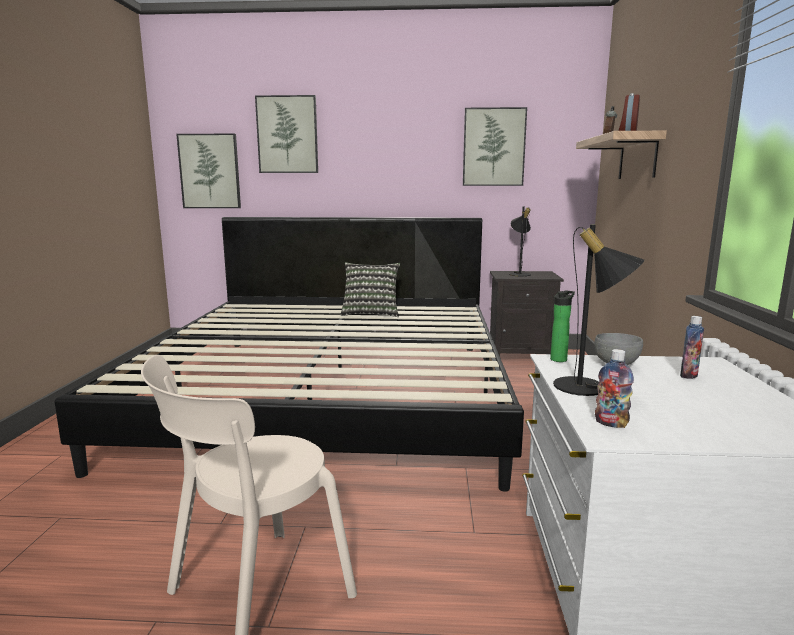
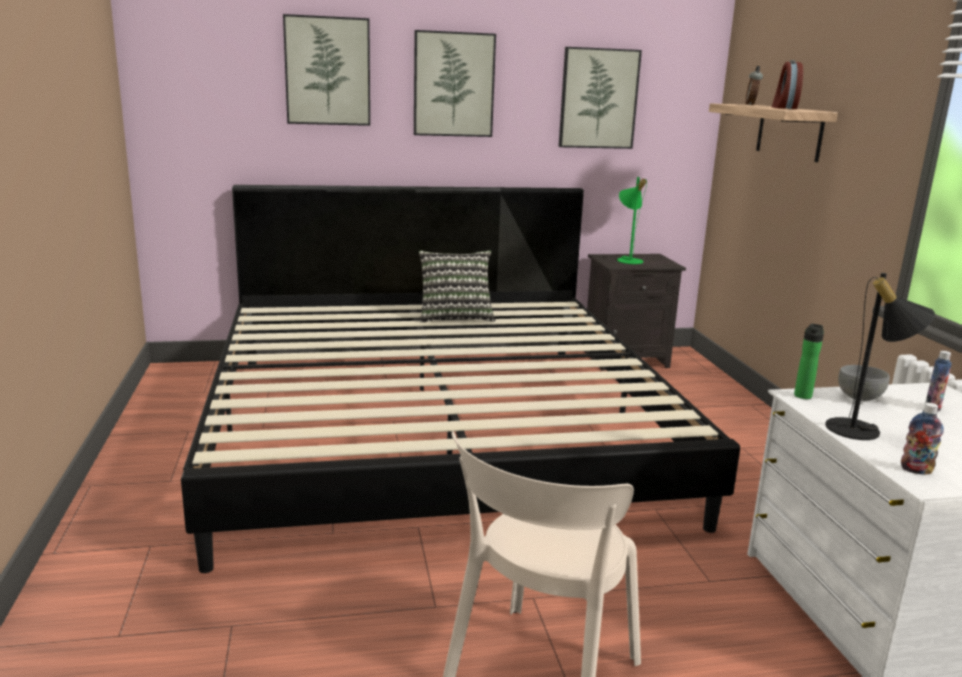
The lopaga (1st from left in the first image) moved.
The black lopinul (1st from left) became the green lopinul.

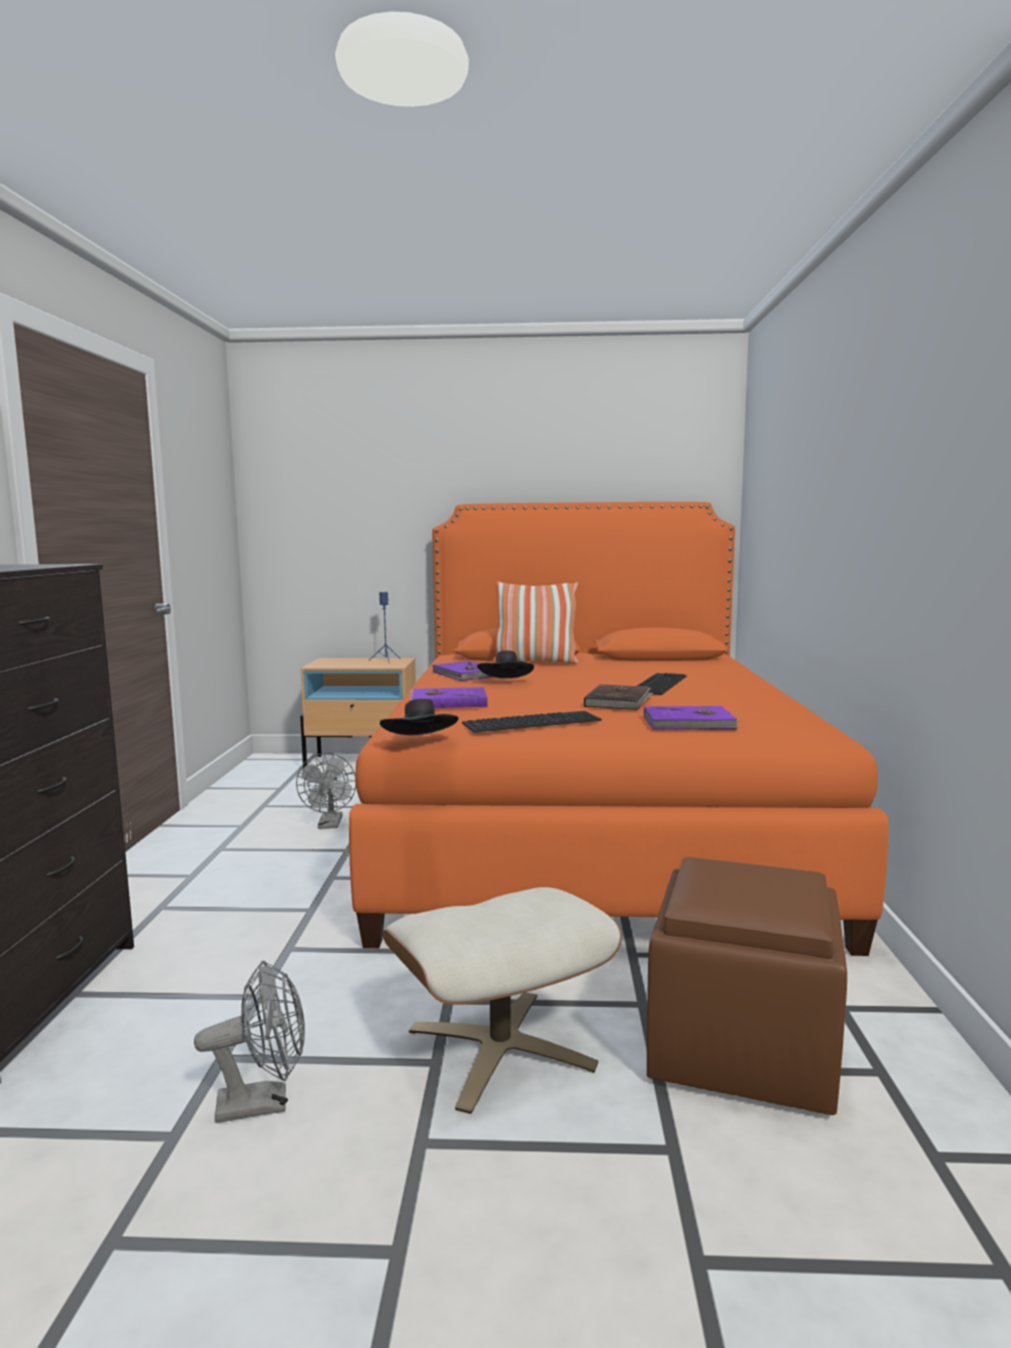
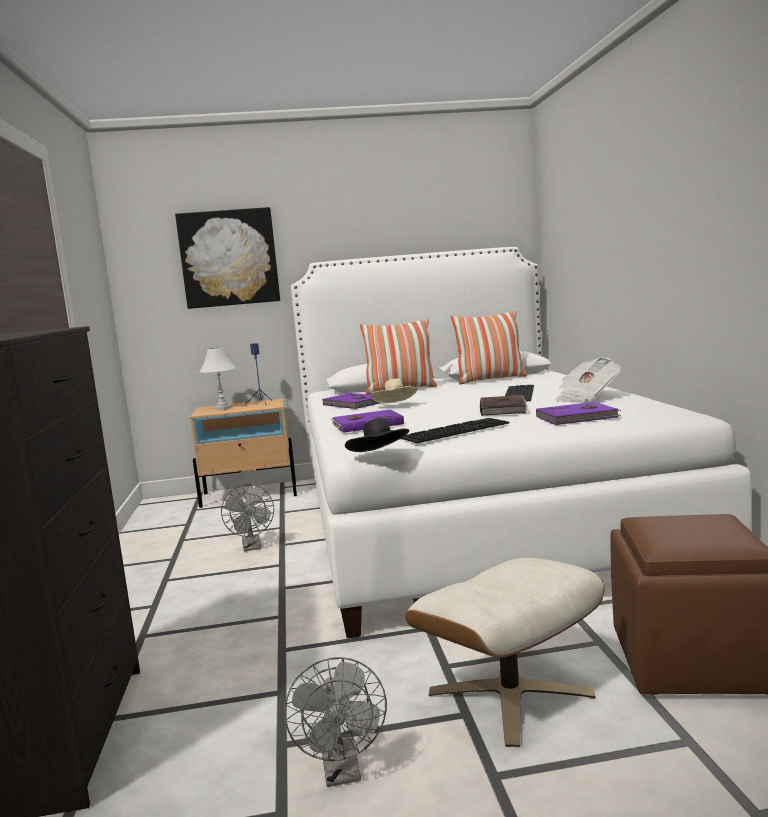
The lopaga appeared.
The white lopinul appeared.
The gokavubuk (2nd from left) appeared.
The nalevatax appeared.
The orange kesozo became the white kesozo.
The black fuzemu (2nd from left) became the beige fuzemu.
The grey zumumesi (1st from left in the first image) turned 105 degrees clockwise.

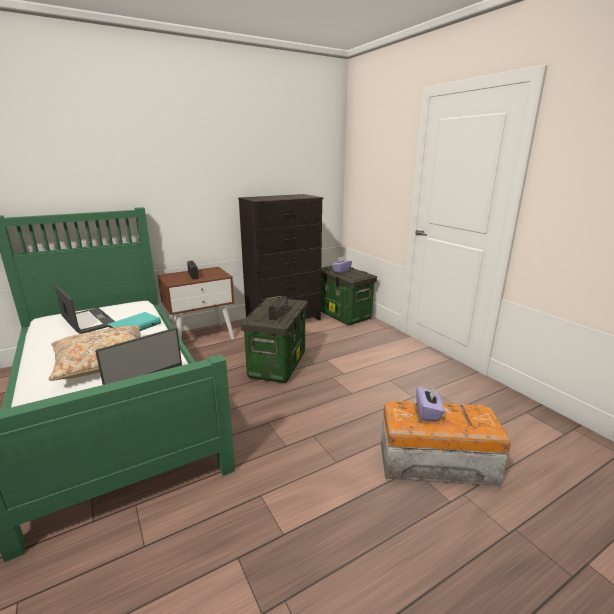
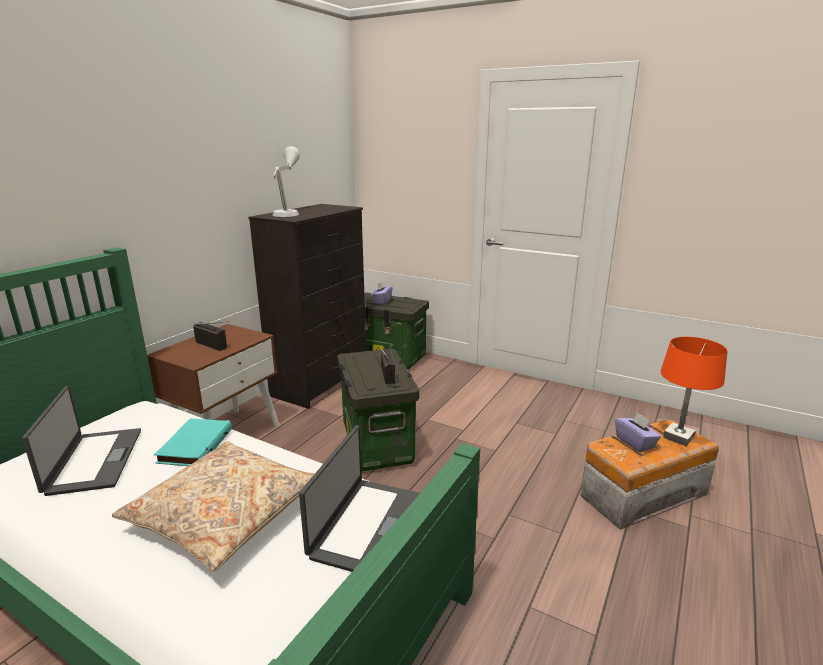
The grey lopinul appeared.
The orange lopinul appeared.
The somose (1st from left) turned 60 degrees clockwise.

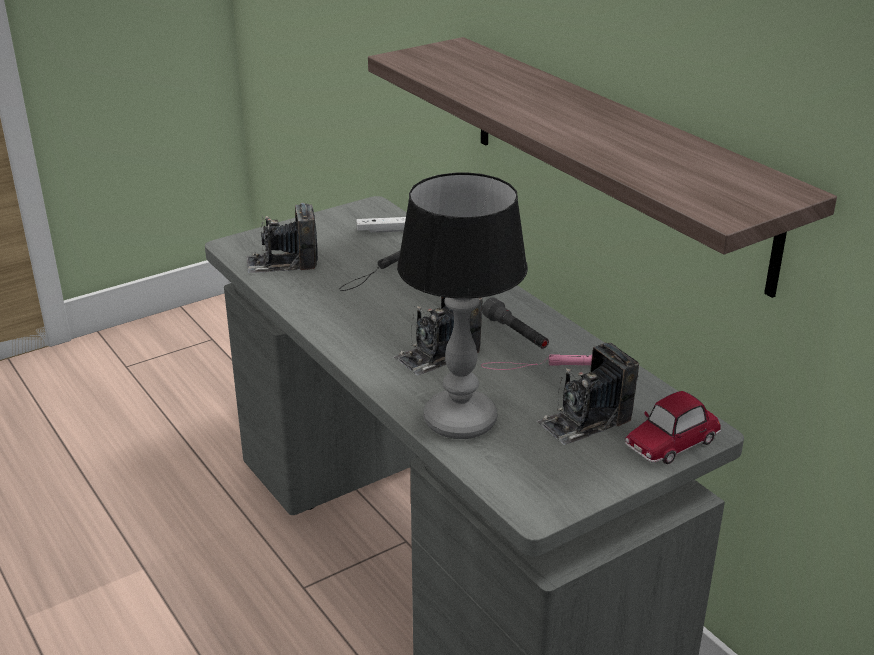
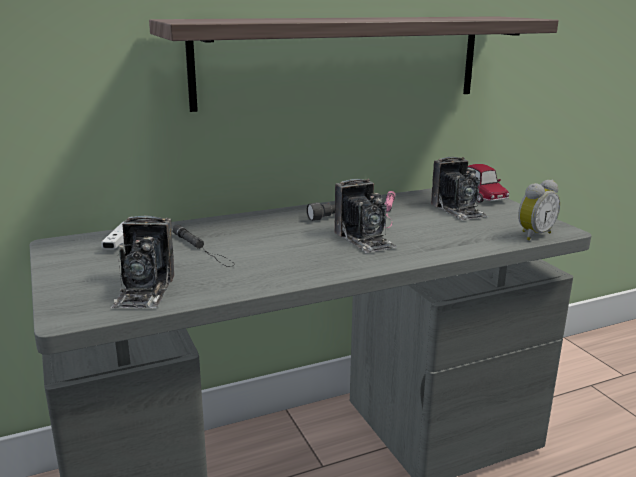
The lopinul disappeared.
The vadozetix appeared.

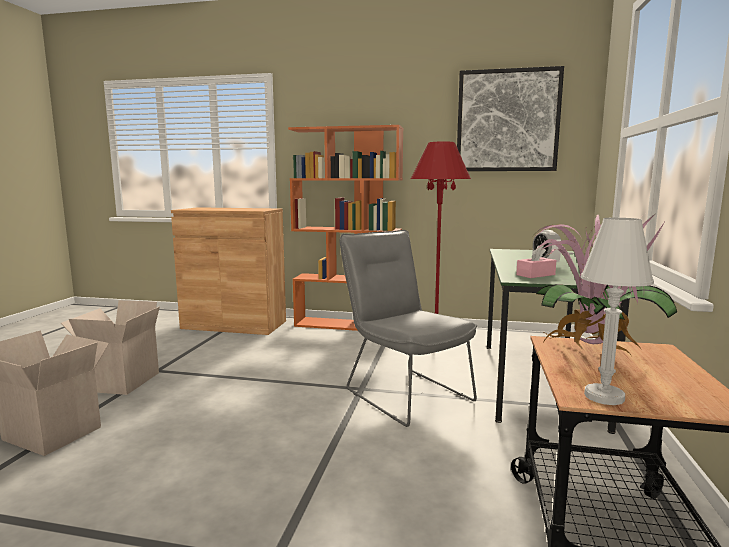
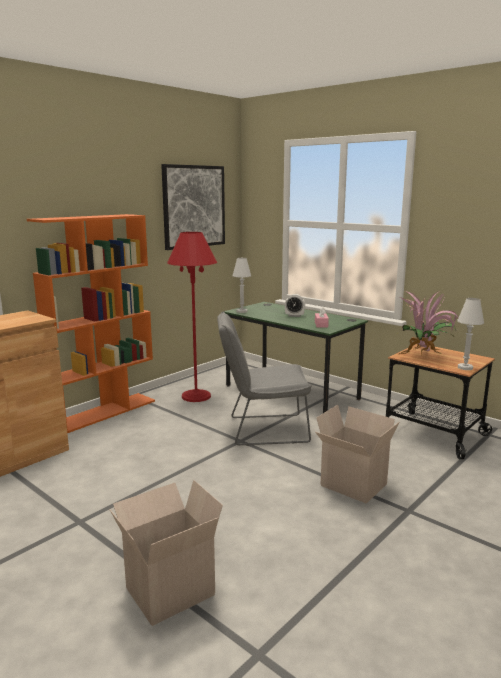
The white lopinul (1st from left) appeared.
The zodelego (2nd from left) moved.

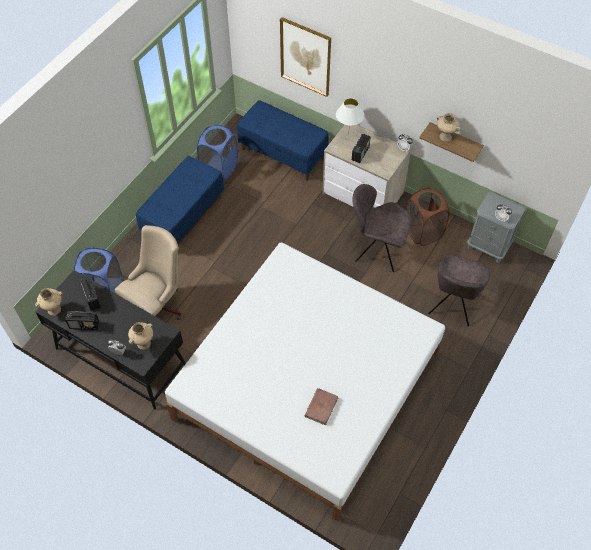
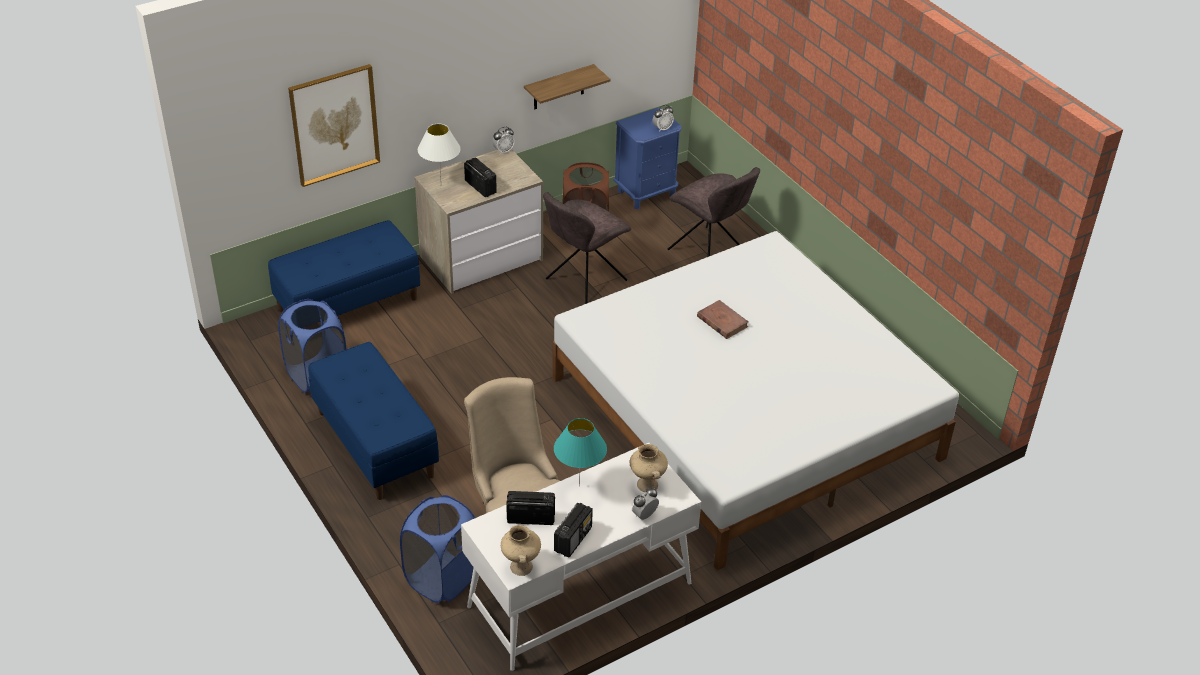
The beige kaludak (3rd from left) disappeared.
The turquoise lopinul appeared.
The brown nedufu moved.
The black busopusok became the white busopusok.
The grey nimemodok became the blue nimemodok.

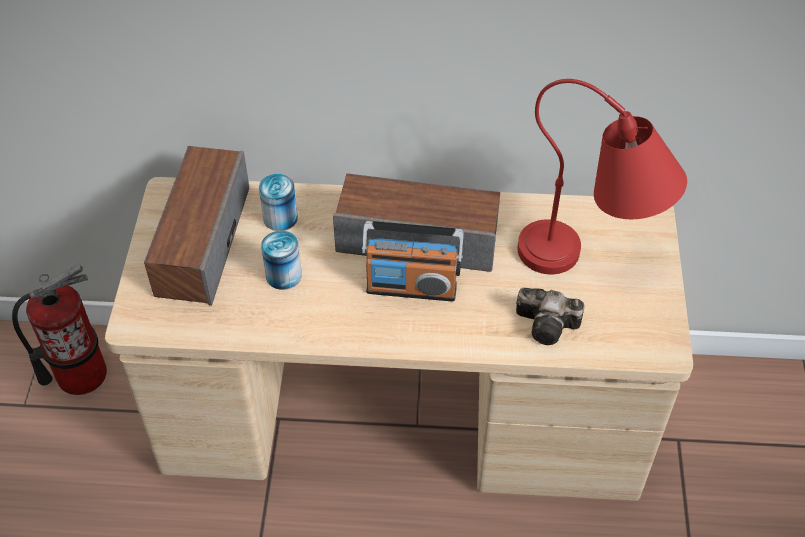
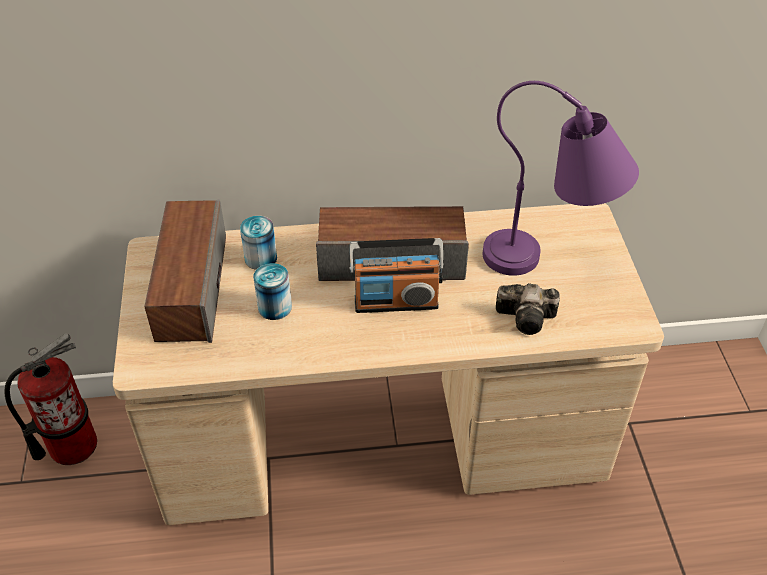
The red lopinul became the purple lopinul.

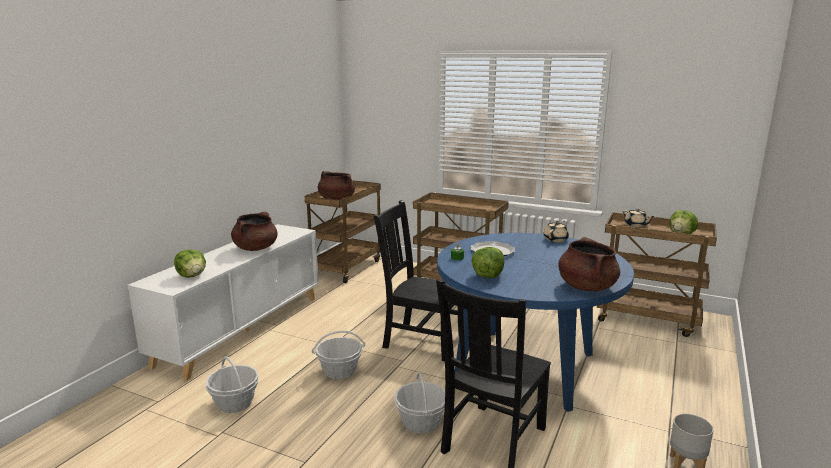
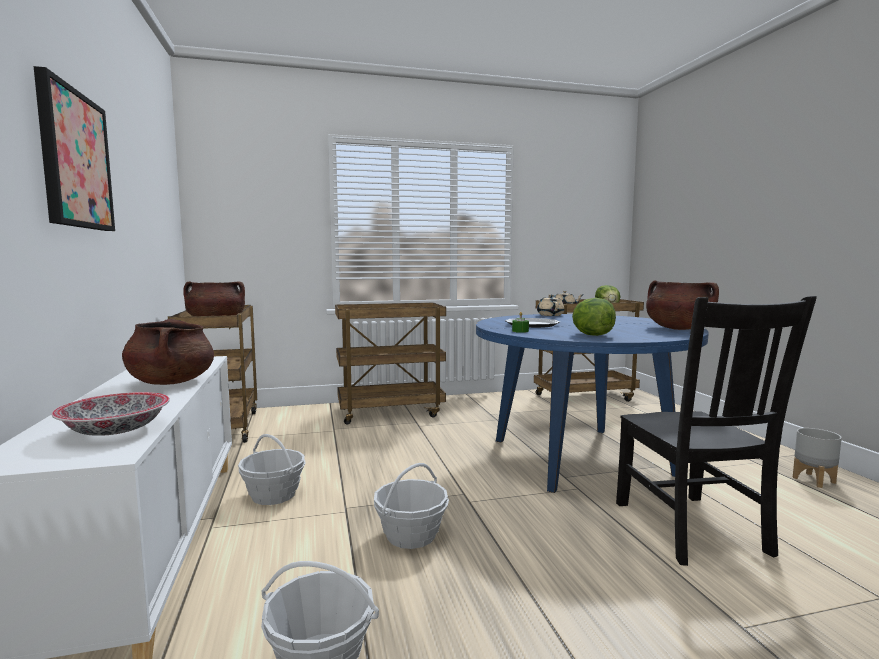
The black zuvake (1st from left) disappeared.
The lopaga appeared.
The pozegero (3rd from left in the first image) moved.
The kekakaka (1st from left) was replaced by the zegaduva.

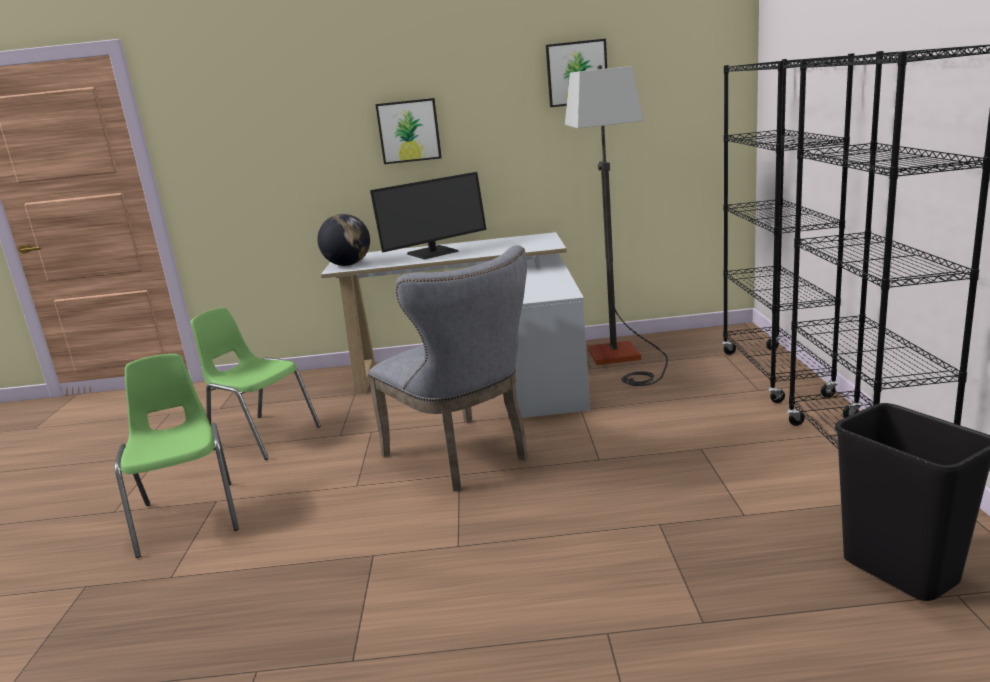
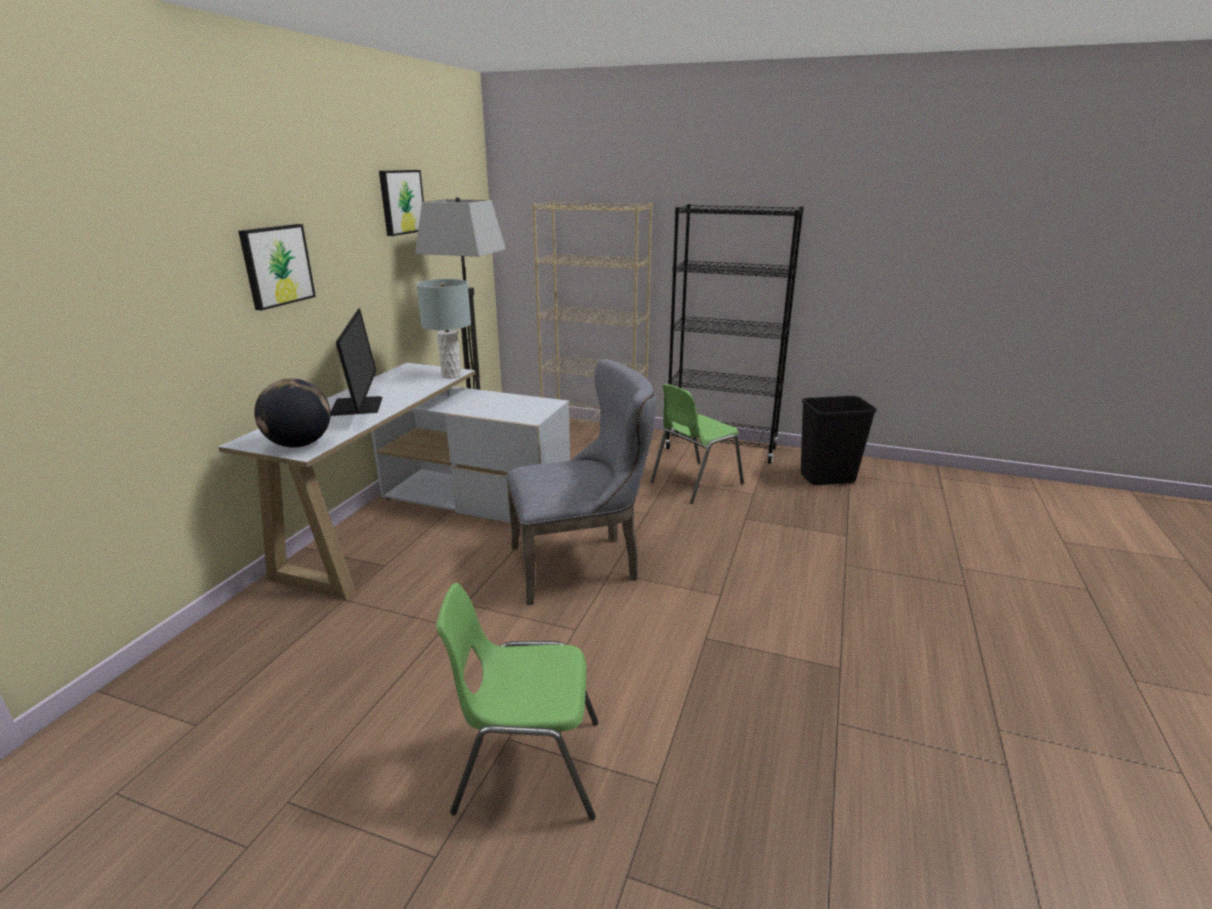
The grey lopinul appeared.
The green zuvake (2nd from left) moved.
The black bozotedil (1st from left) became the beige bozotedil.

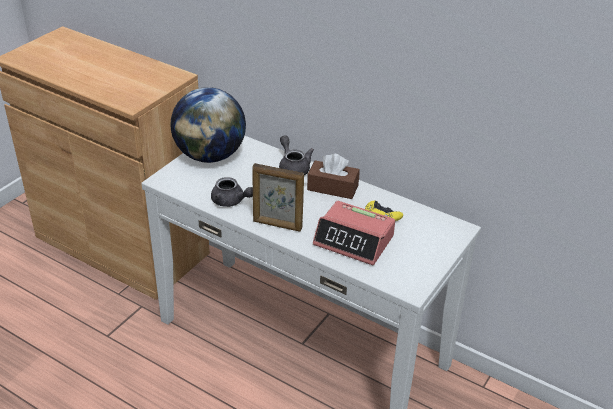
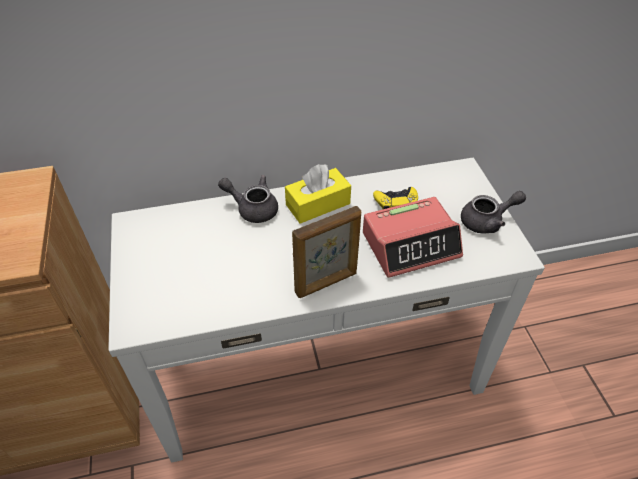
The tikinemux disappeared.
The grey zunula (1st from left in the first image) moved.
The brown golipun became the yellow golipun.

